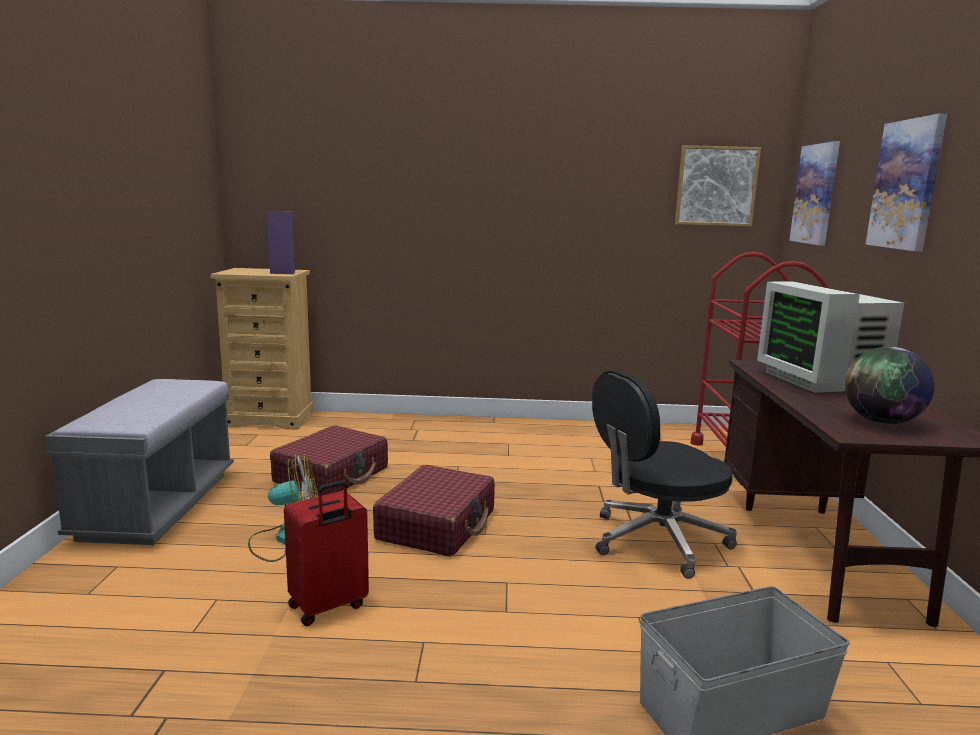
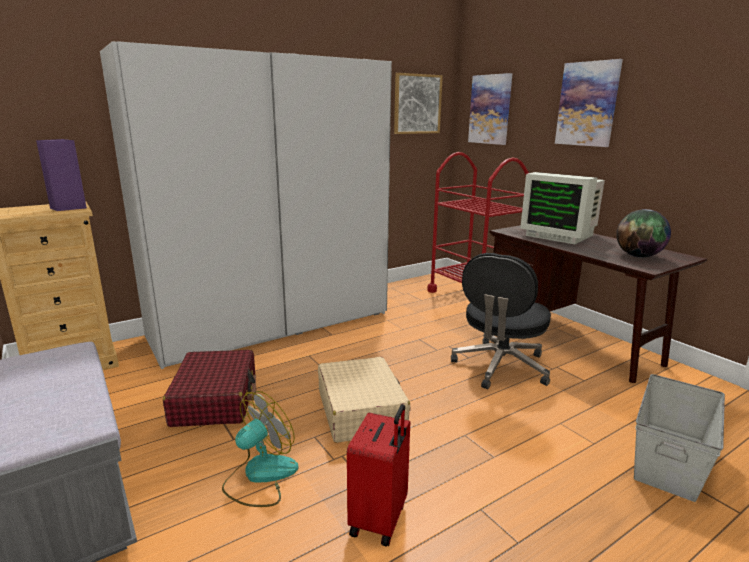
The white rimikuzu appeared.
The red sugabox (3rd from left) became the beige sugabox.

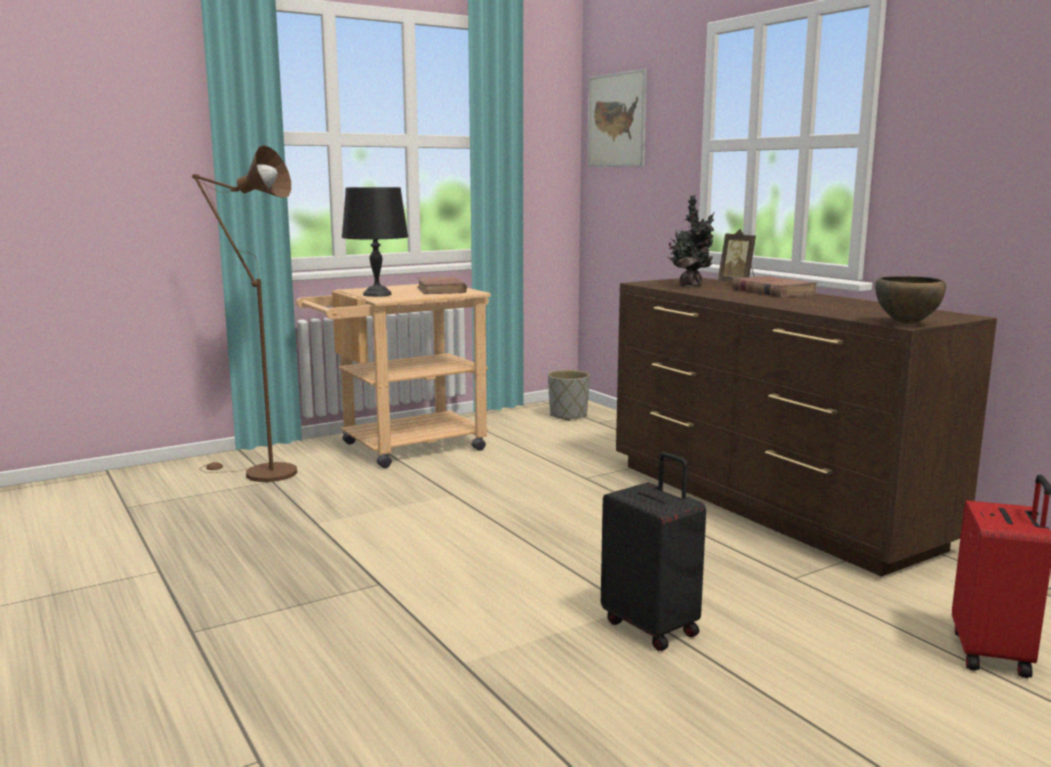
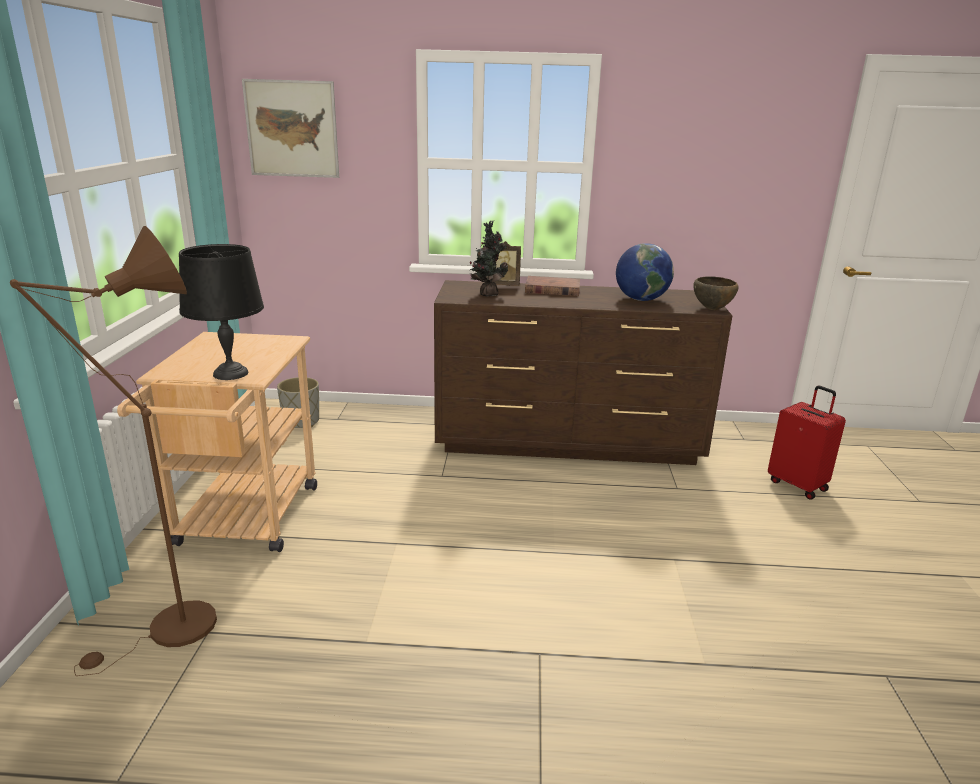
The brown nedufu (1st from left) disappeared.
The black sugabox disappeared.
The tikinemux appeared.

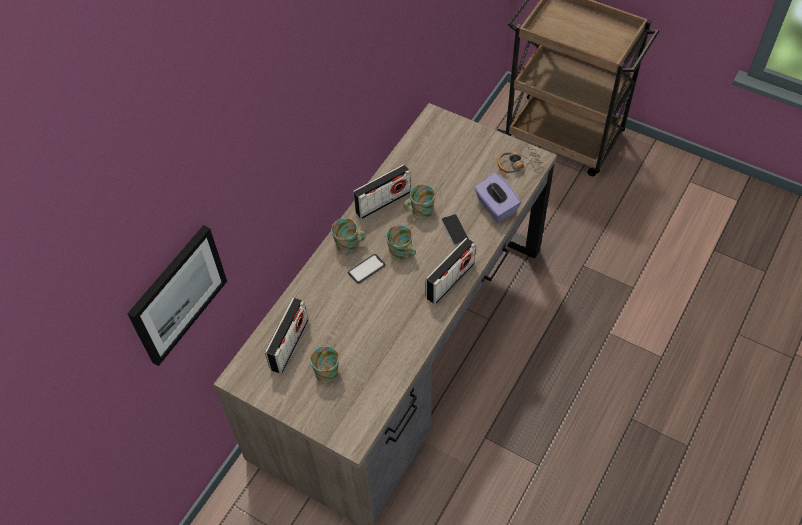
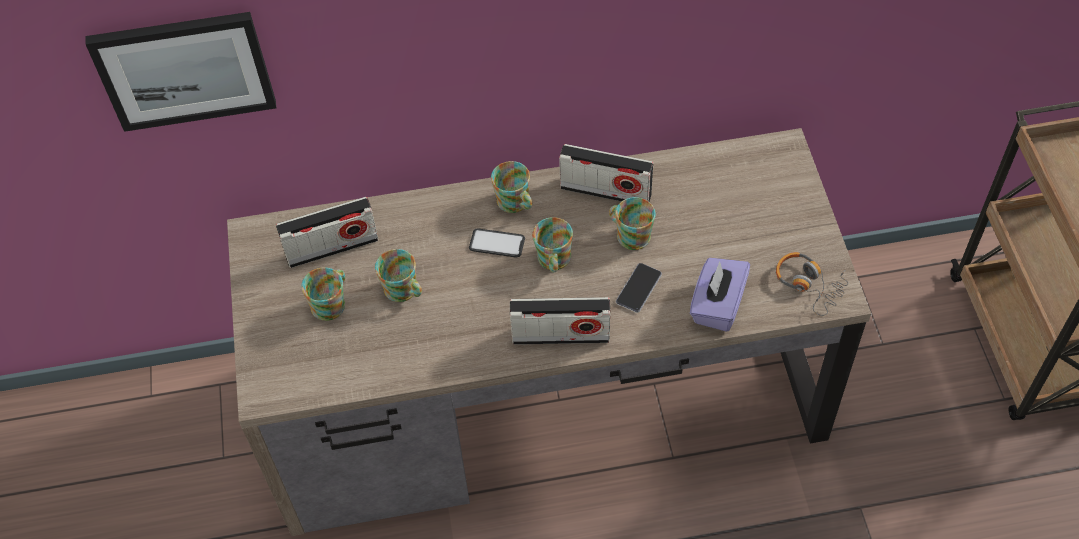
The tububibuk (2nd from left) appeared.

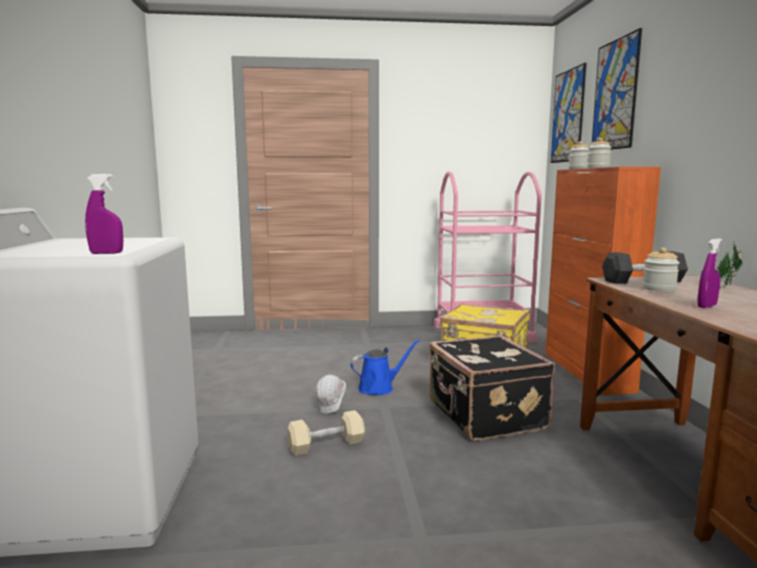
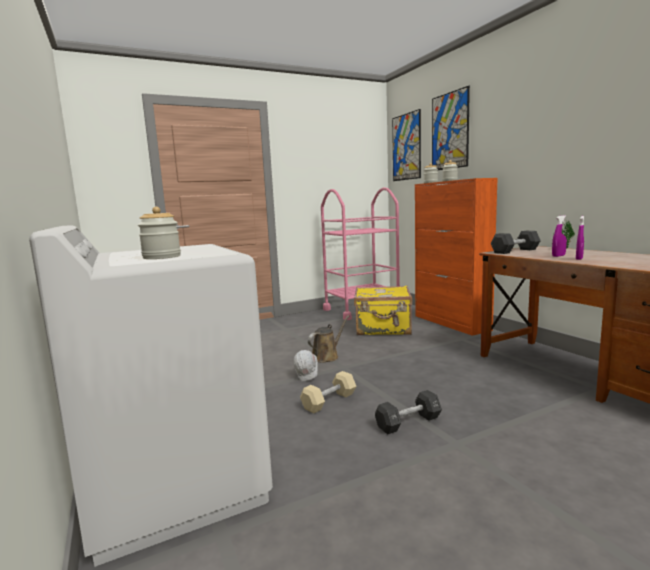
The black sugabox disappeared.
The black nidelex (1st from left) appeared.
The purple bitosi (1st from left) moved.
The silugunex (3rd from left in the first image) moved.
The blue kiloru became the brown kiloru.

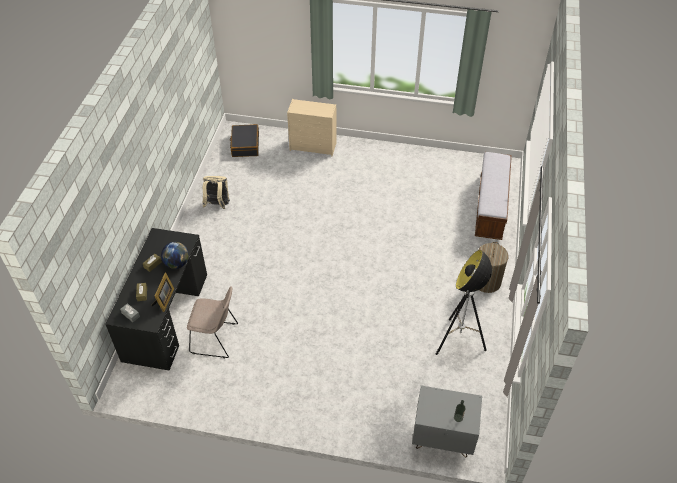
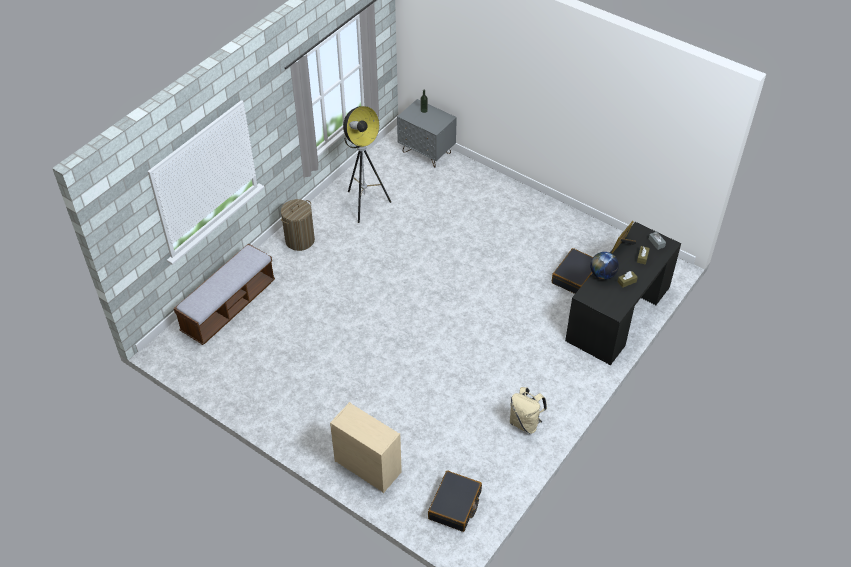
The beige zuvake was replaced by the black sugabox (2nd from left).

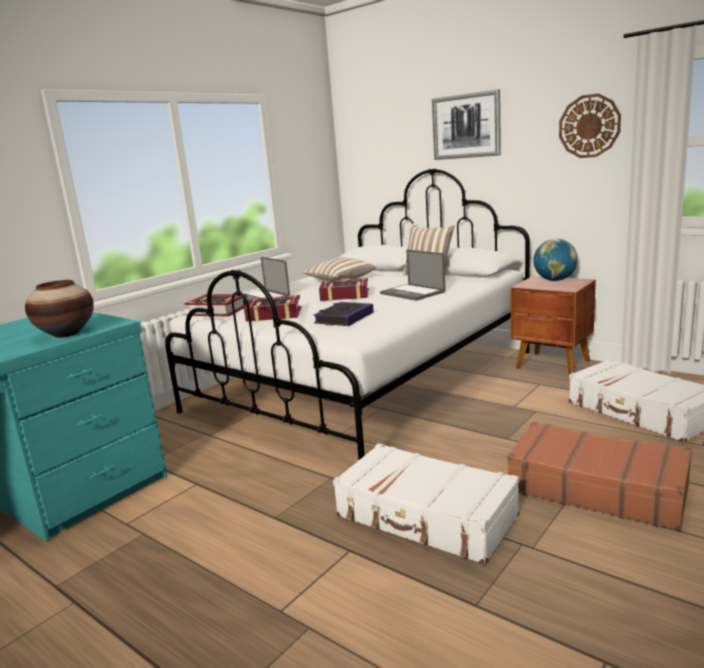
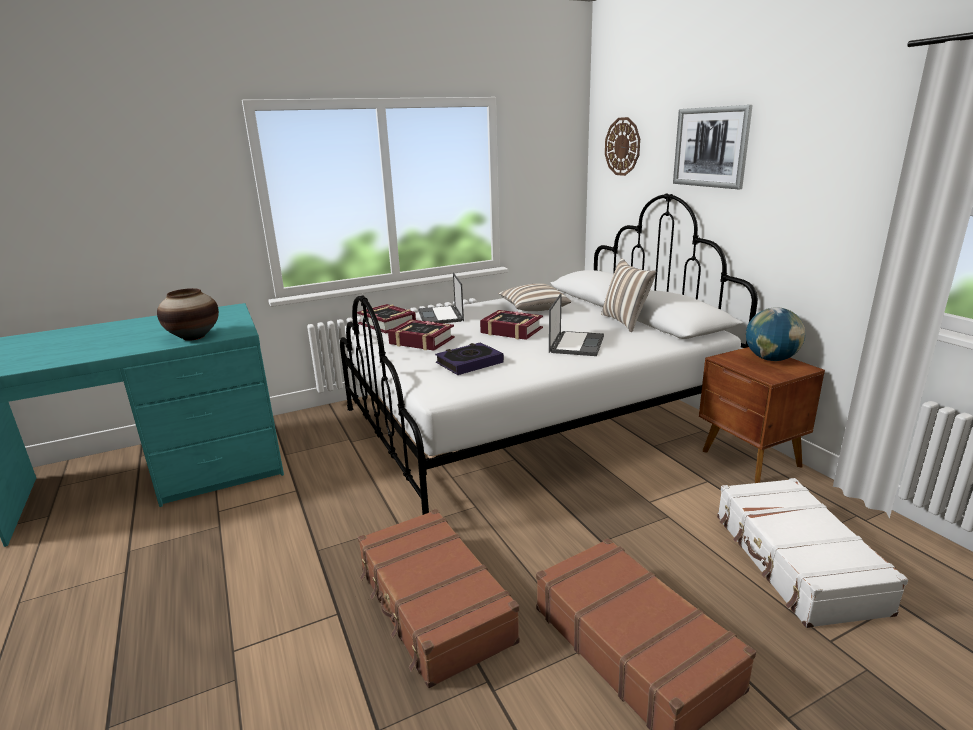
The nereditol moved.
The white sugabox (1st from left) became the brown sugabox (1st from left).
The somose (2nd from left) turned 150 degrees counterclockwise.

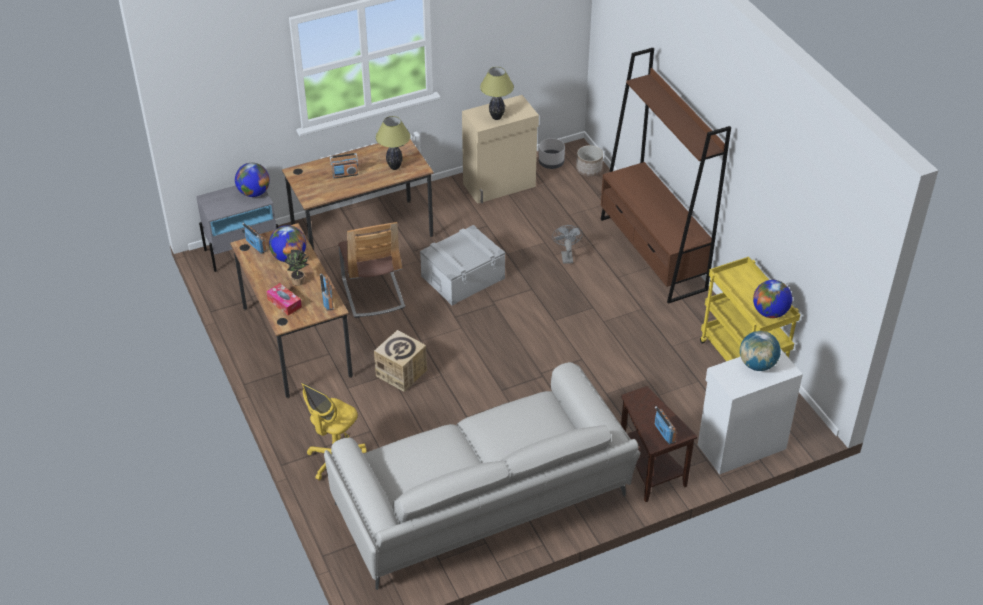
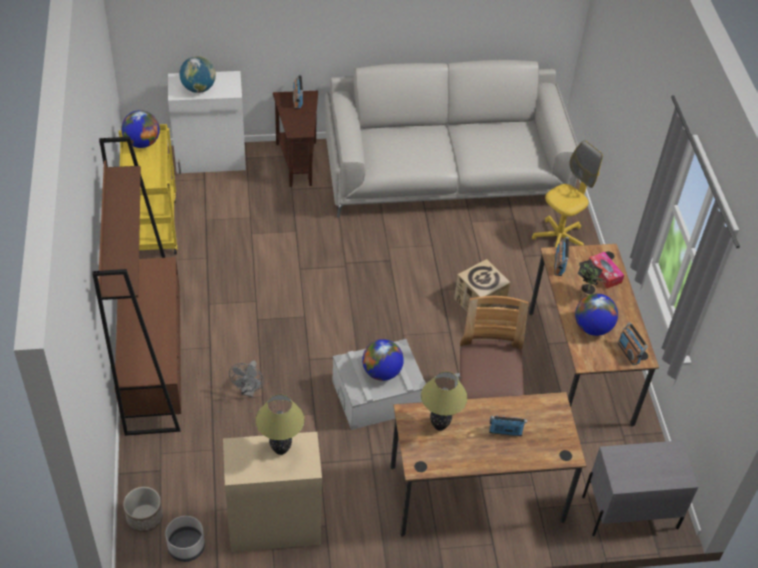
The tikinemux (1st from left in the first image) moved.

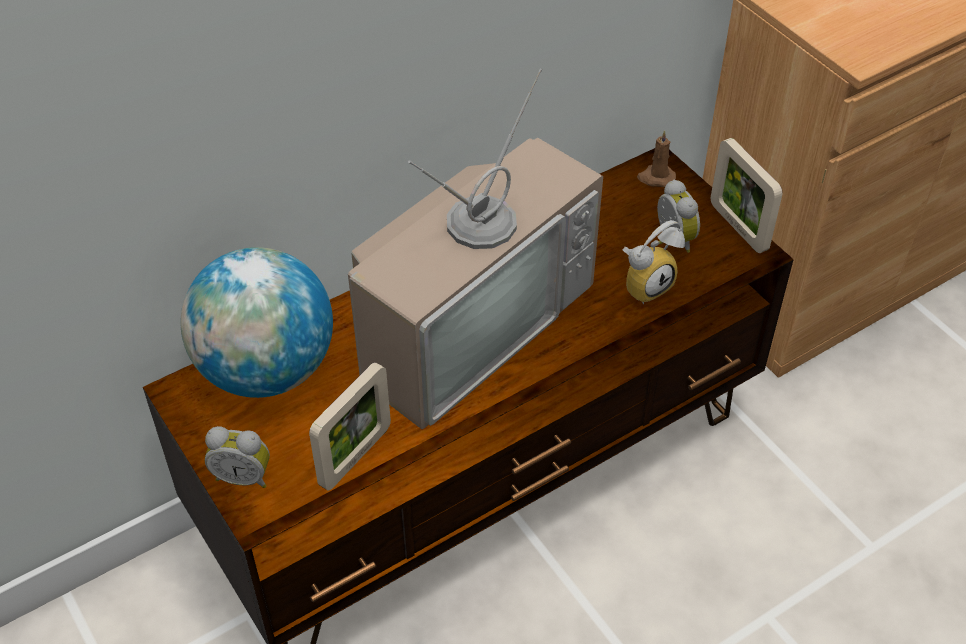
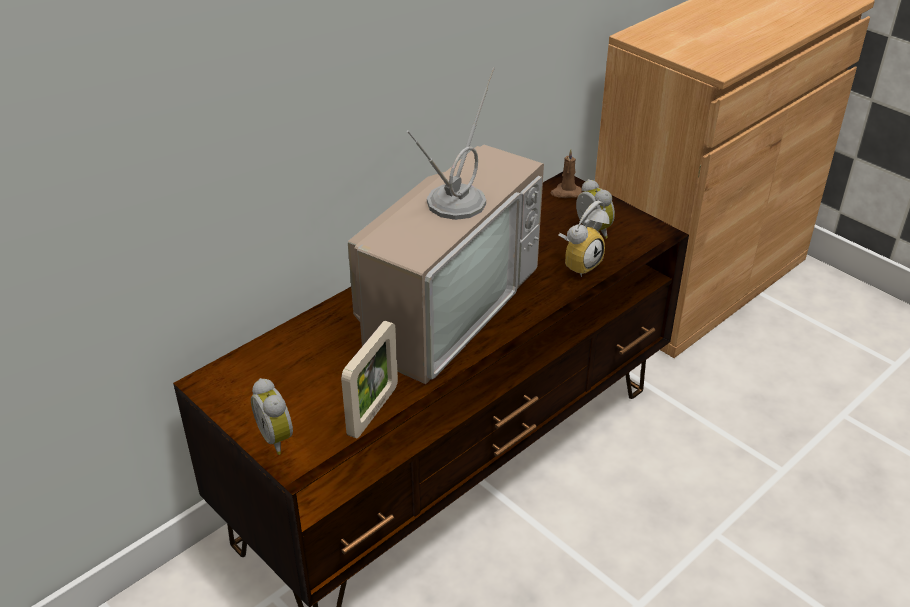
The tikinemux disappeared.
The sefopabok (2nd from left) disappeared.
The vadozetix (1st from left) turned 60 degrees clockwise.

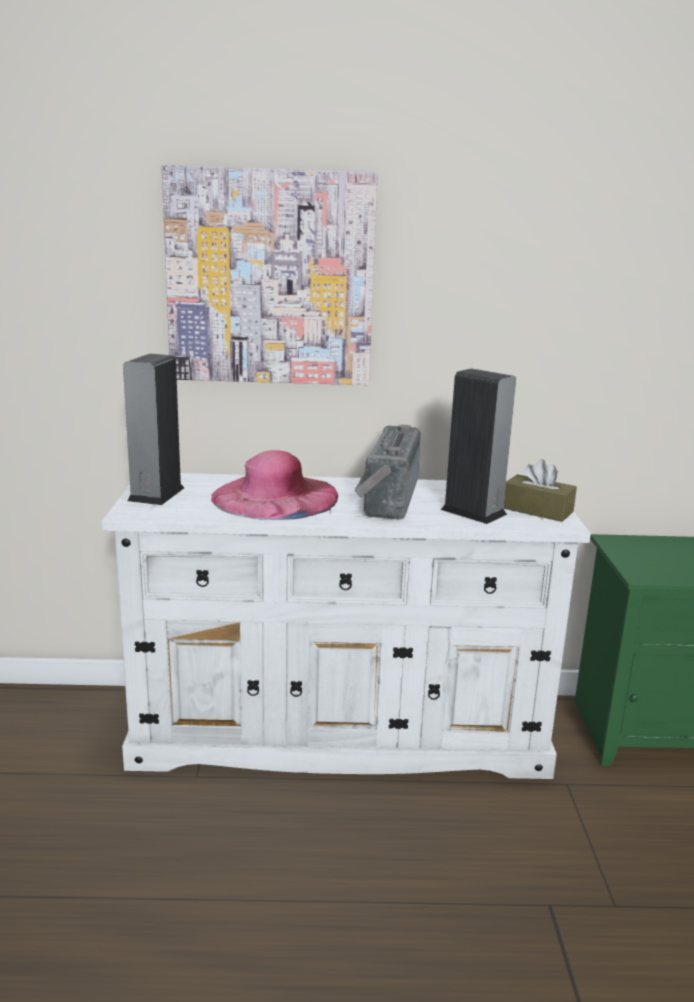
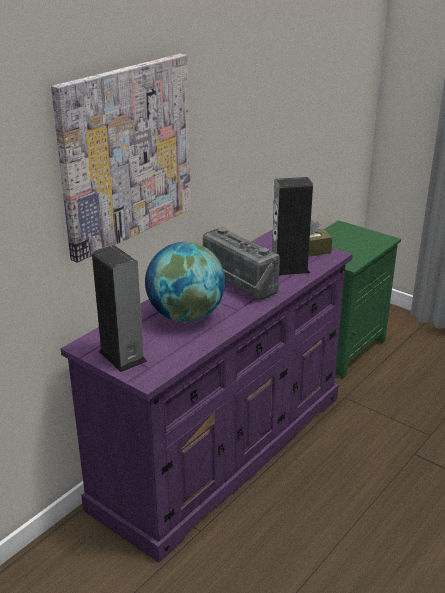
The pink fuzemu was replaced by the tikinemux.
The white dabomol became the purple dabomol.

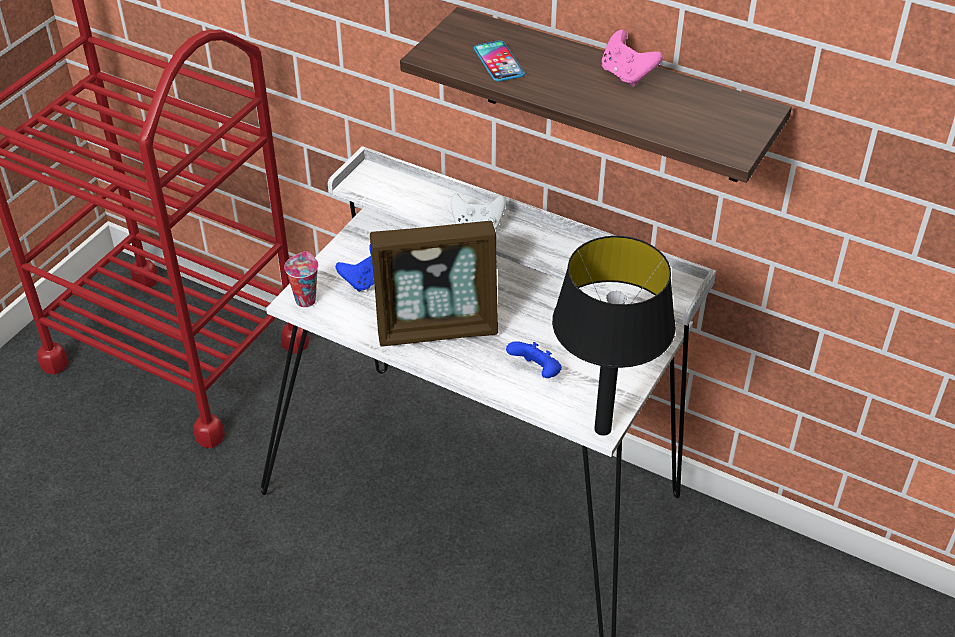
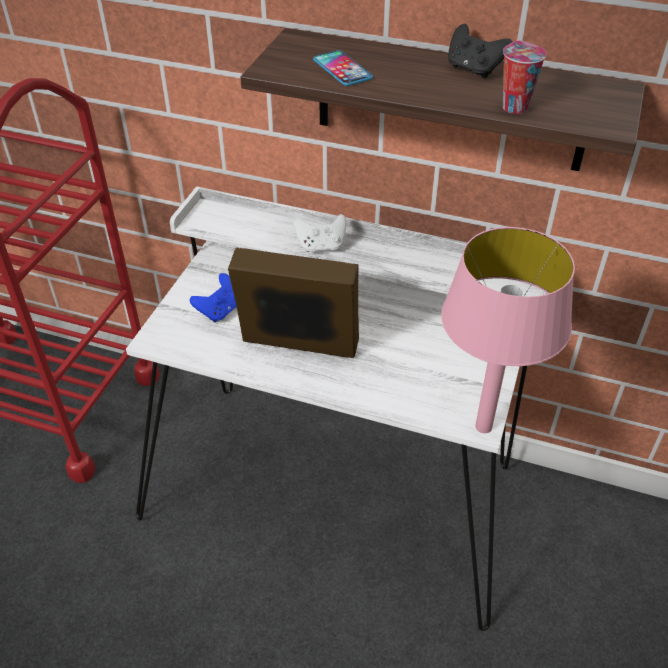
The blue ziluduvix (2nd from left) disappeared.
The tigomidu moved.
The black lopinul became the pink lopinul.
The pink ziluduvix became the black ziluduvix.
The sefopabok turned 150 degrees counterclockwise.

